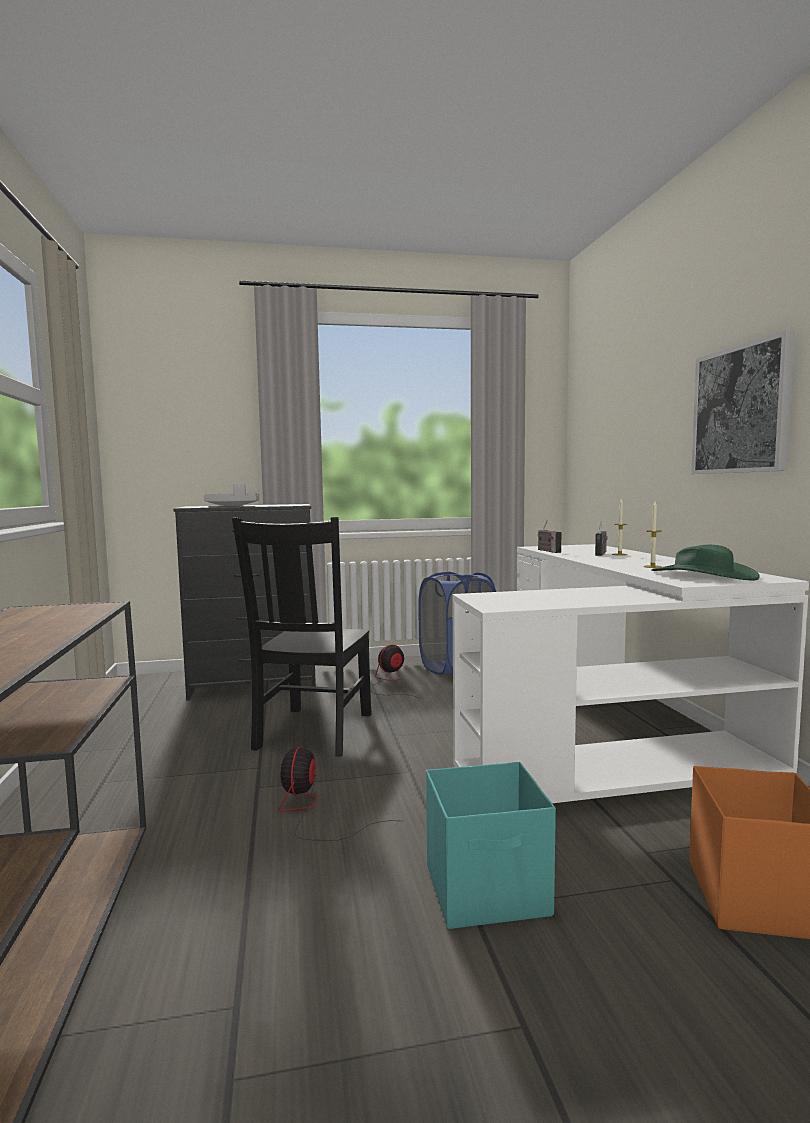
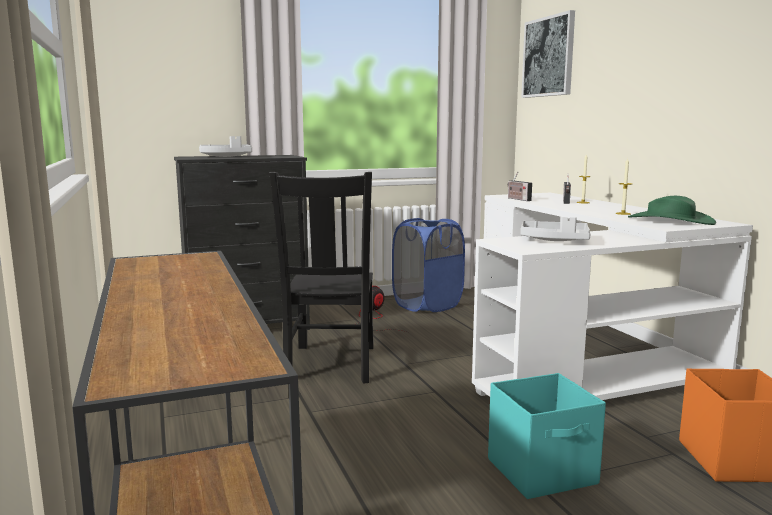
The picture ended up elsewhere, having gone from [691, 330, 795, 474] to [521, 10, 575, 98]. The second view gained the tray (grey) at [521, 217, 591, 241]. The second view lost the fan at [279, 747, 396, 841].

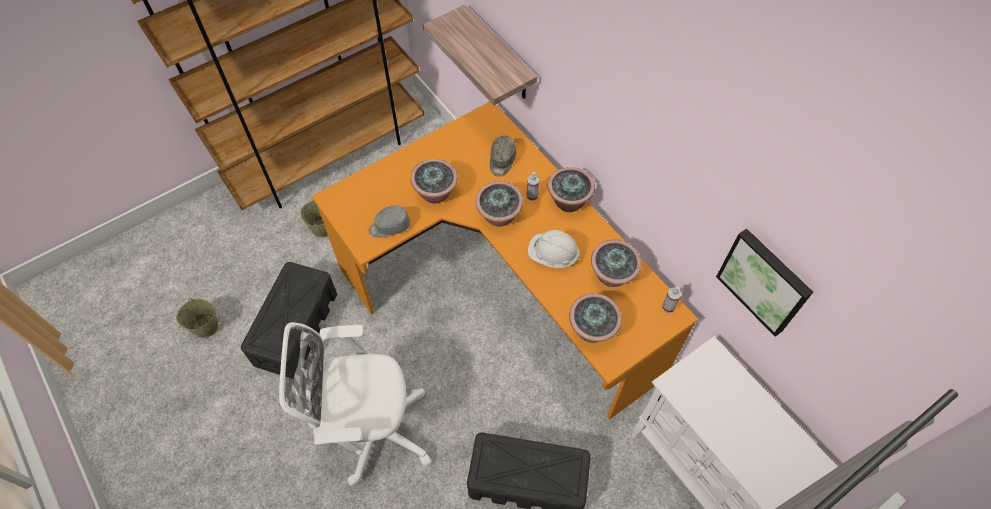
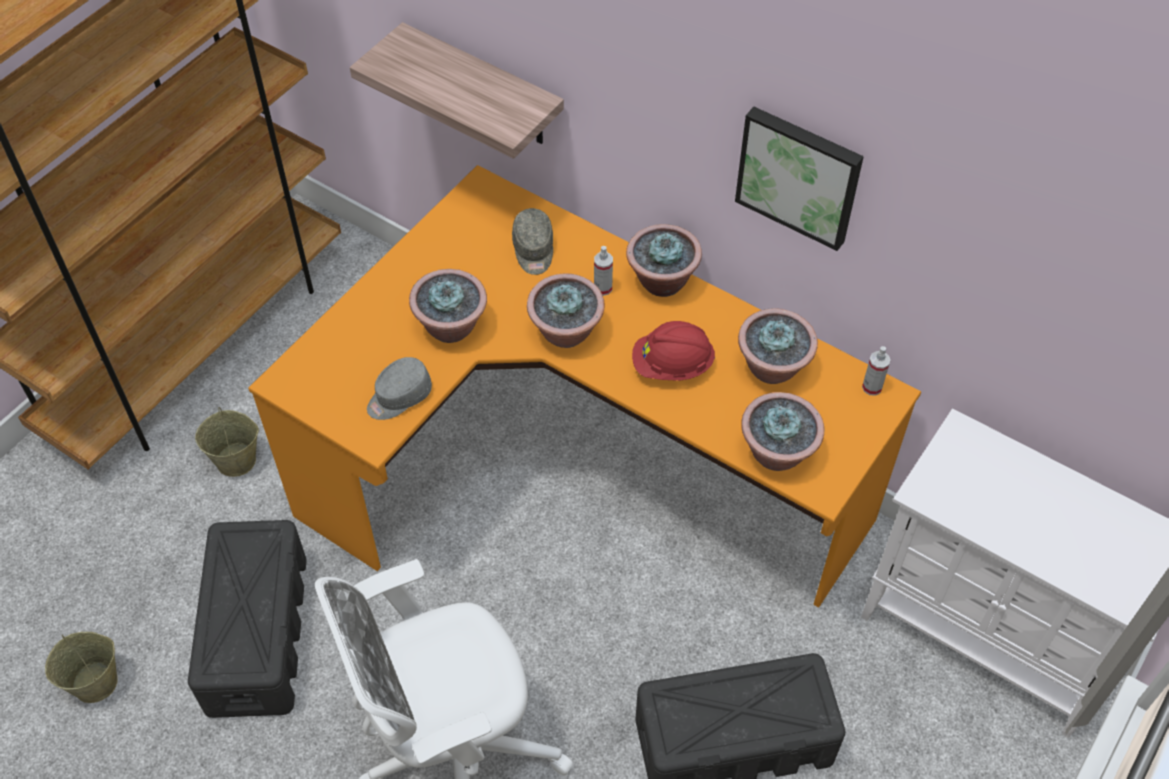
What was the hard hat (white) at [528, 230, 580, 268] turned into the hard hat (red) at [632, 321, 715, 381]. The picture ended up elsewhere, having gone from [716, 228, 813, 337] to [735, 107, 864, 251].

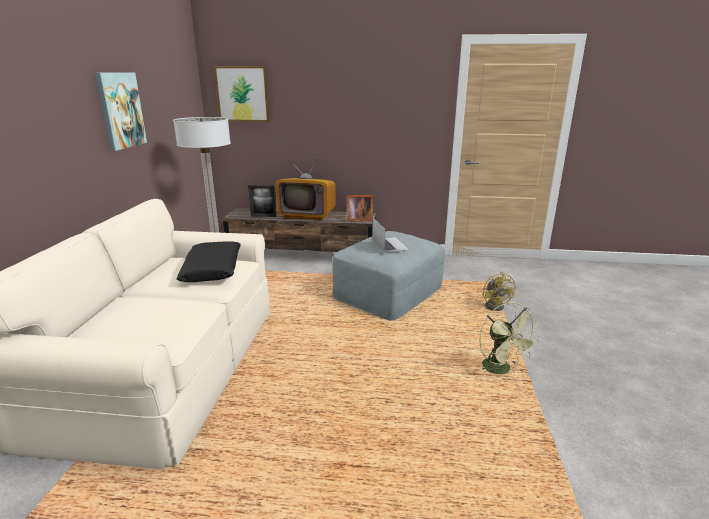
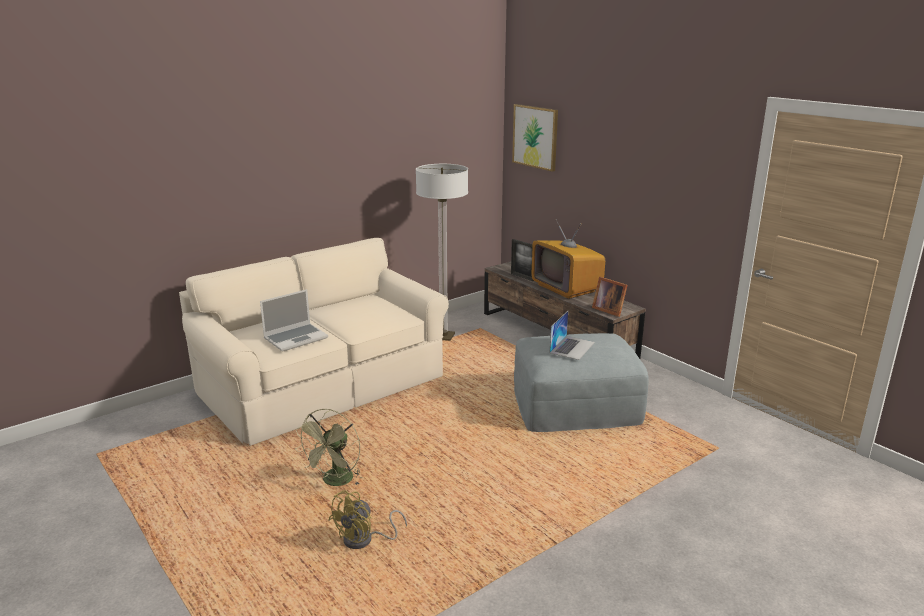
The second view gained the laptop at [260, 289, 328, 352]. The fan (green) ended up elsewhere, having gone from [479, 302, 539, 374] to [295, 409, 362, 486]. The fan (yellow) ended up elsewhere, having gone from [482, 272, 515, 311] to [328, 490, 407, 549]. The second view lost the picture at [95, 72, 147, 151]. The second view lost the pillow (black) at [177, 241, 241, 282].

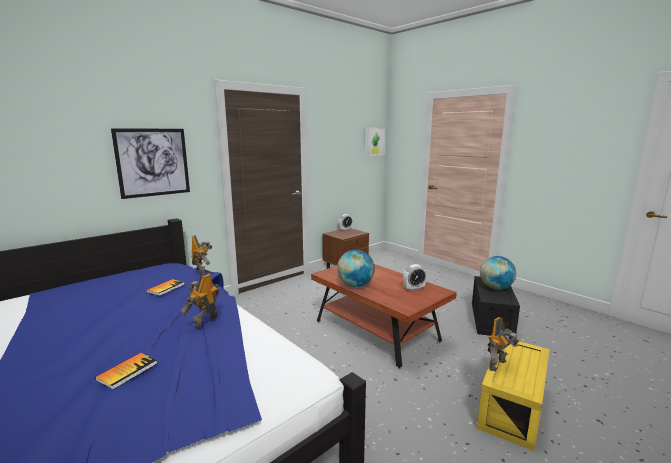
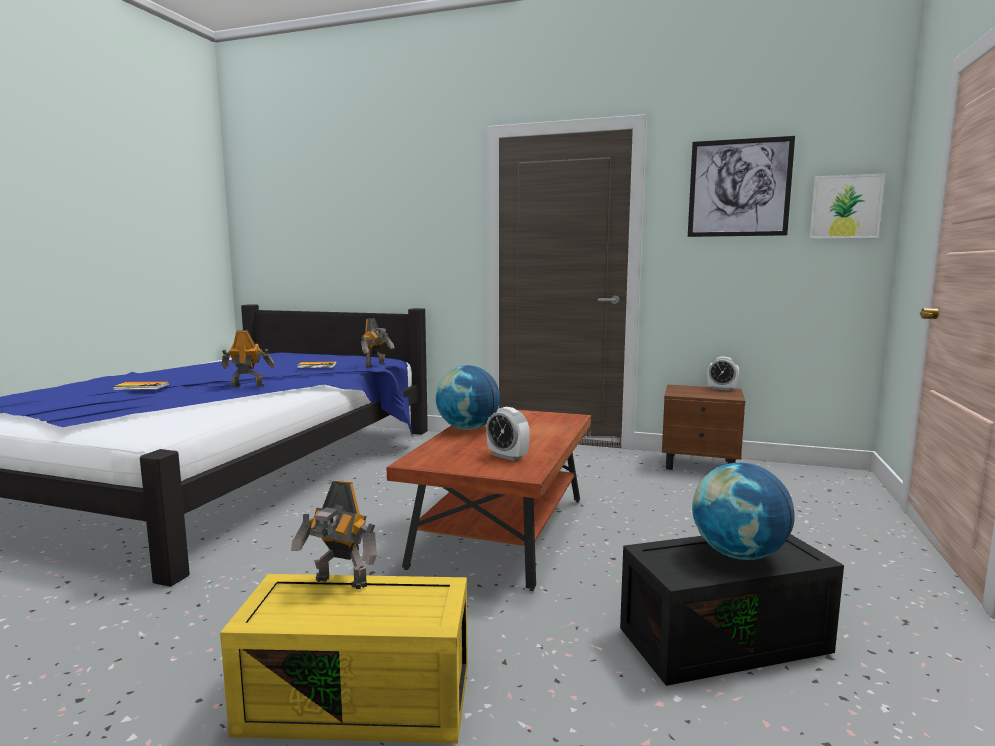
The picture ended up elsewhere, having gone from [111, 128, 190, 199] to [688, 136, 795, 237].

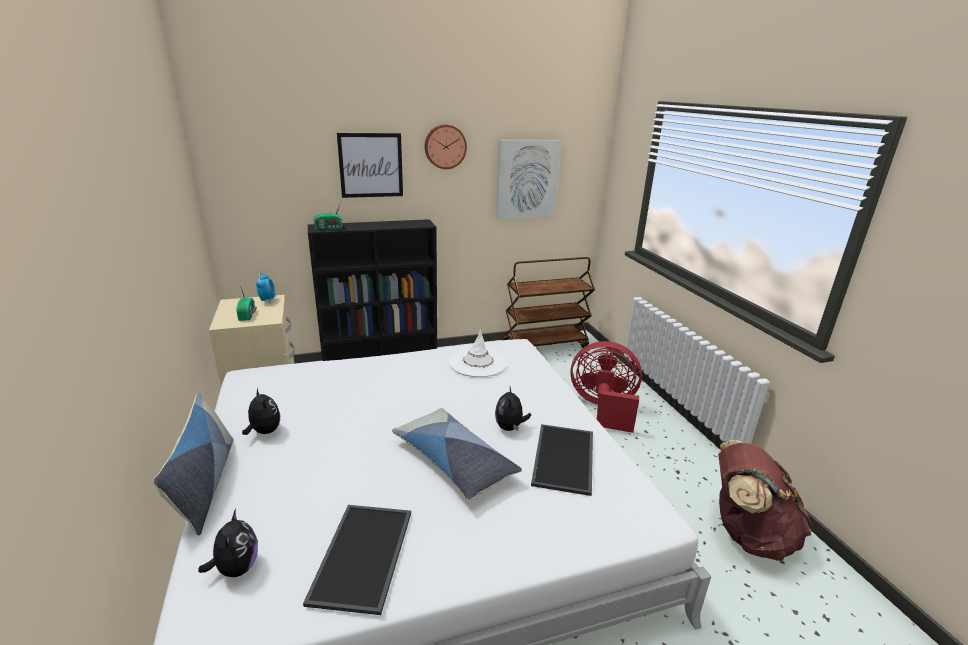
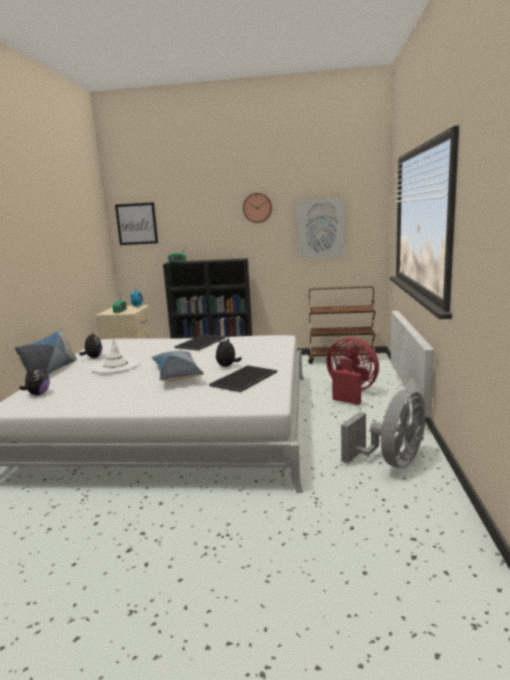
The hat (white) ended up elsewhere, having gone from [448, 329, 508, 377] to [90, 338, 140, 373]. The picture ended up elsewhere, having gone from [337, 133, 403, 198] to [115, 202, 158, 245]. The tray ended up elsewhere, having gone from [303, 505, 411, 615] to [174, 334, 226, 351]. Where the backpack (brown) stood at [718, 440, 811, 561], the fan (grey) came to stand at [341, 389, 425, 468].

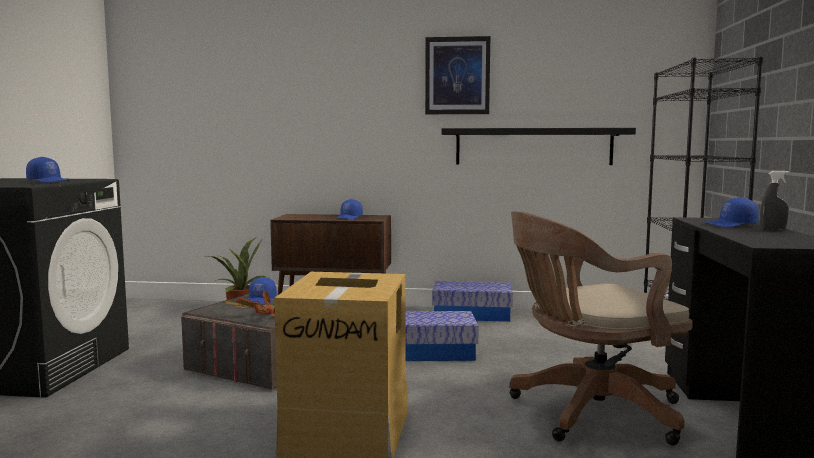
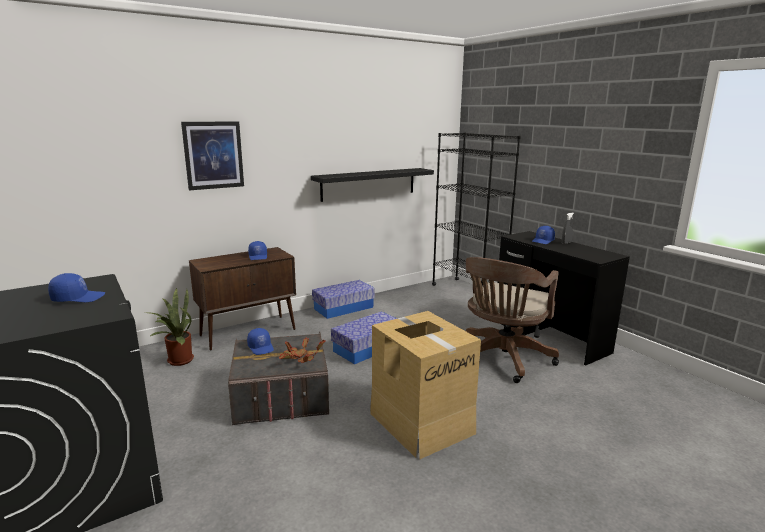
The picture ended up elsewhere, having gone from [425, 36, 490, 114] to [181, 122, 244, 190].

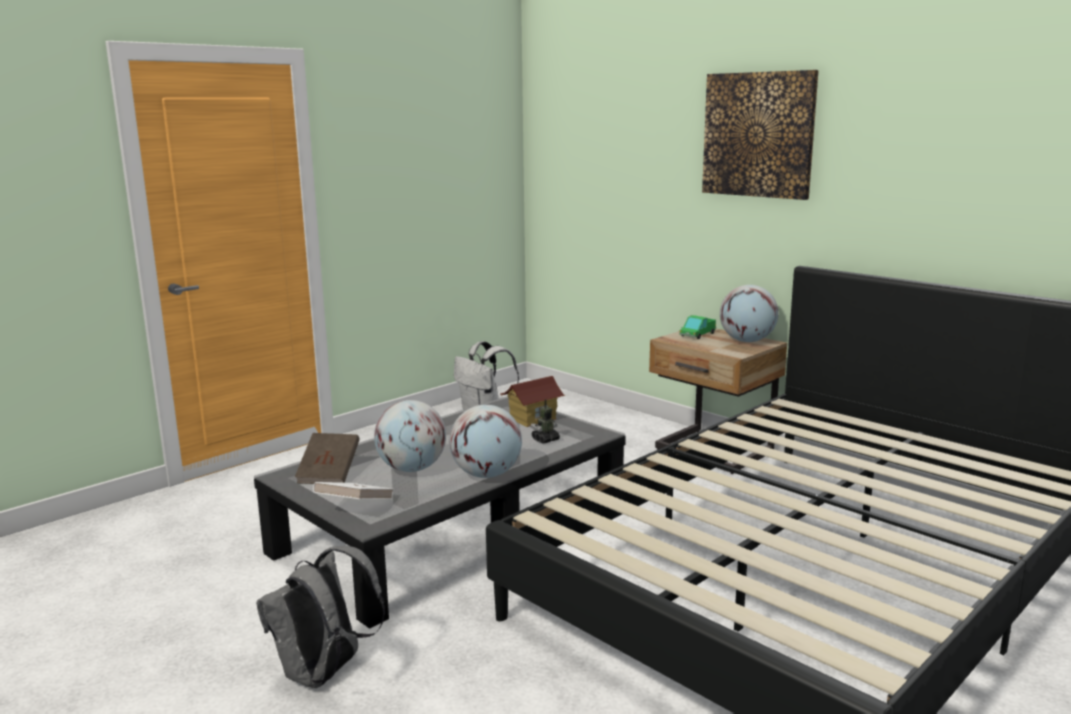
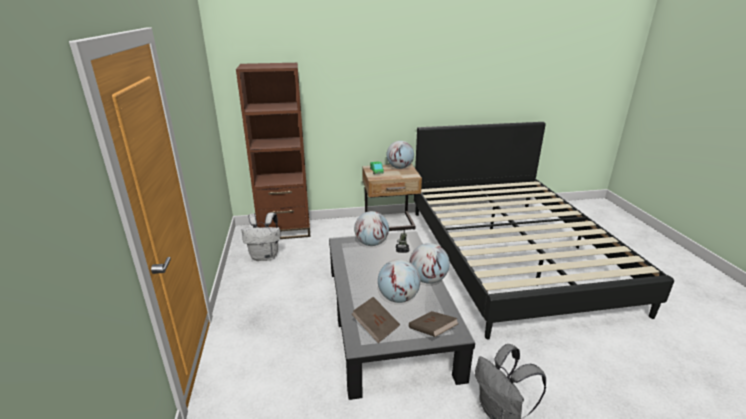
The second view gained the bookcase (brown) at [236, 63, 310, 239]. Where the toy house stood at [500, 376, 565, 427], the globe came to stand at [354, 211, 389, 246]. What was the book (white) at [313, 482, 394, 499] turned into the book (brown) at [409, 311, 458, 337]. The second view lost the picture at [702, 70, 819, 200].

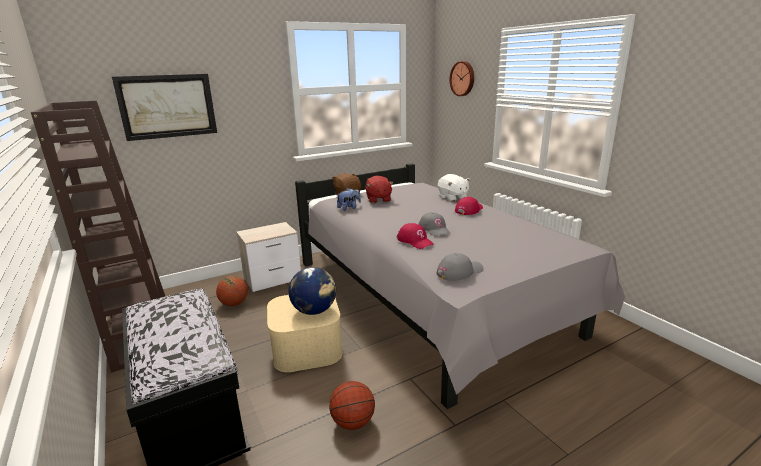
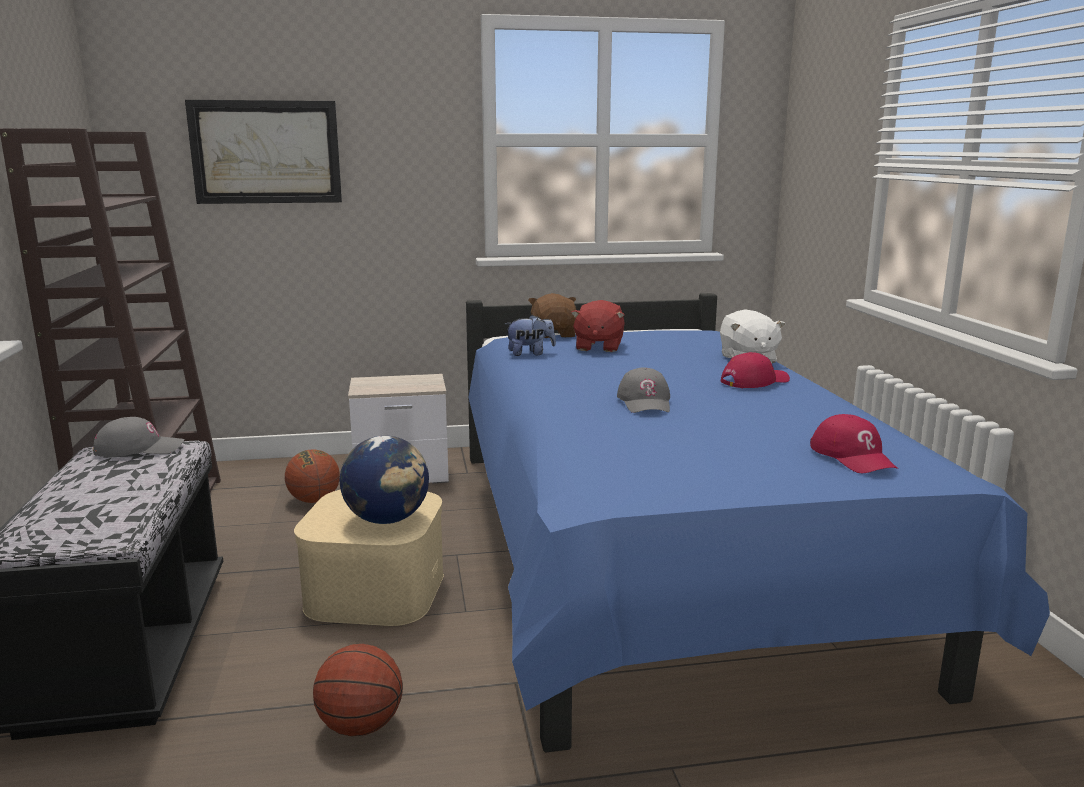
The cap (grey) ended up elsewhere, having gone from [437, 253, 483, 281] to [93, 417, 185, 457]. What was the bed (grey) at [295, 163, 625, 409] turned into the bed (blue) at [466, 293, 1050, 753]. The cap (red) ended up elsewhere, having gone from [397, 223, 434, 249] to [810, 414, 898, 473]. The second view lost the wall clock at [450, 61, 474, 96].

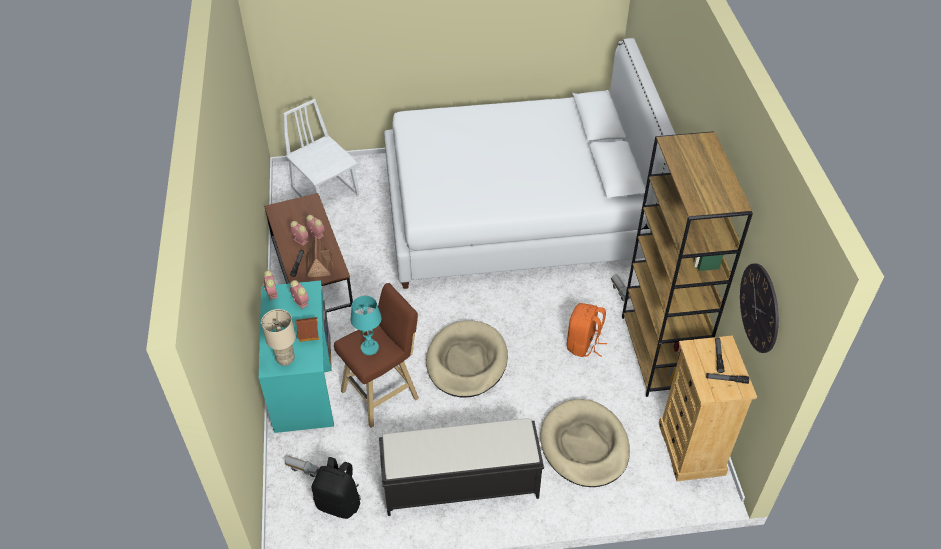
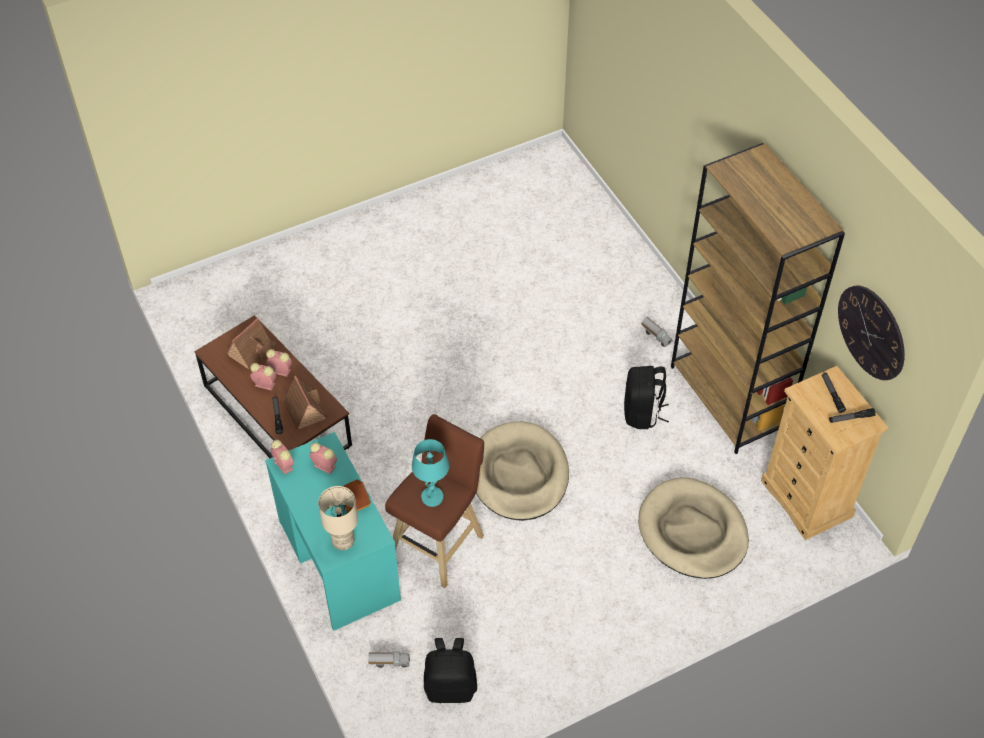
The second view gained the toy house at [226, 318, 277, 369]. What was the backpack (orange) at [567, 303, 607, 357] turned into the backpack (black) at [624, 366, 669, 429]. The second view lost the chair (white) at [283, 99, 359, 197]. The second view lost the bench (black) at [379, 418, 544, 516]. The second view lost the bed (white) at [384, 38, 676, 289].

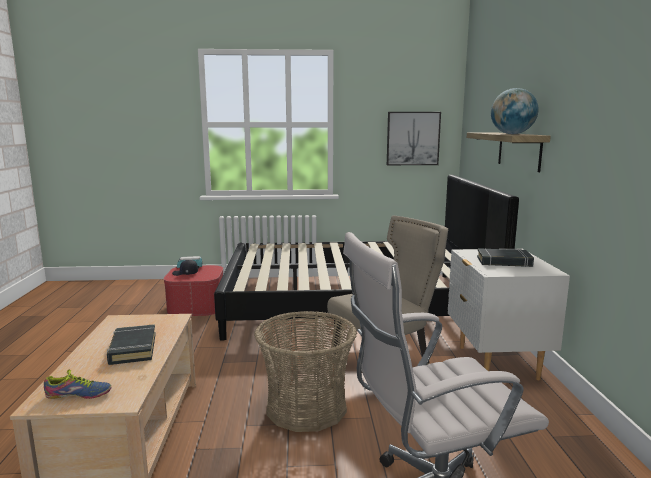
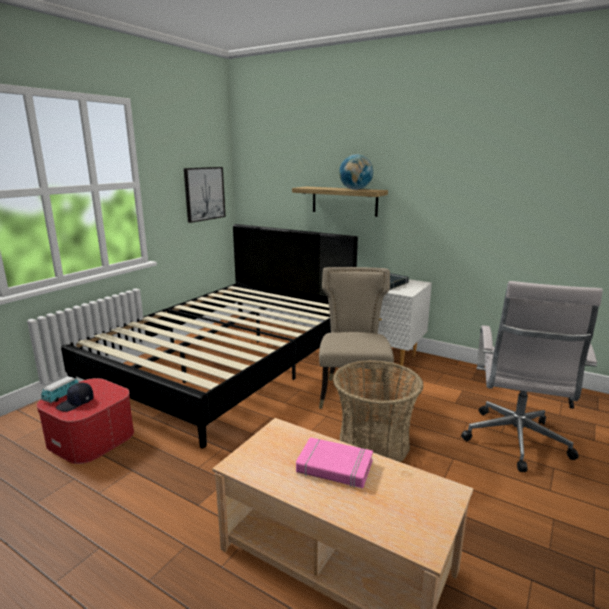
What was the book (black) at [107, 324, 156, 365] turned into the book (pink) at [296, 437, 373, 488]. The second view lost the shoe at [44, 369, 111, 399].

